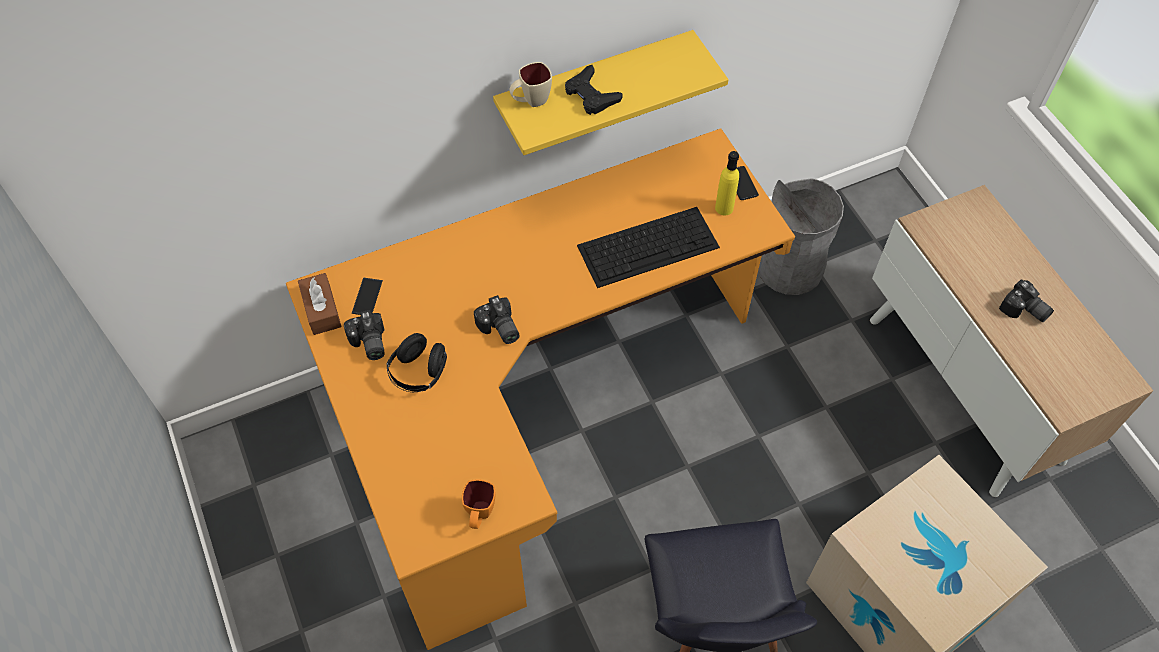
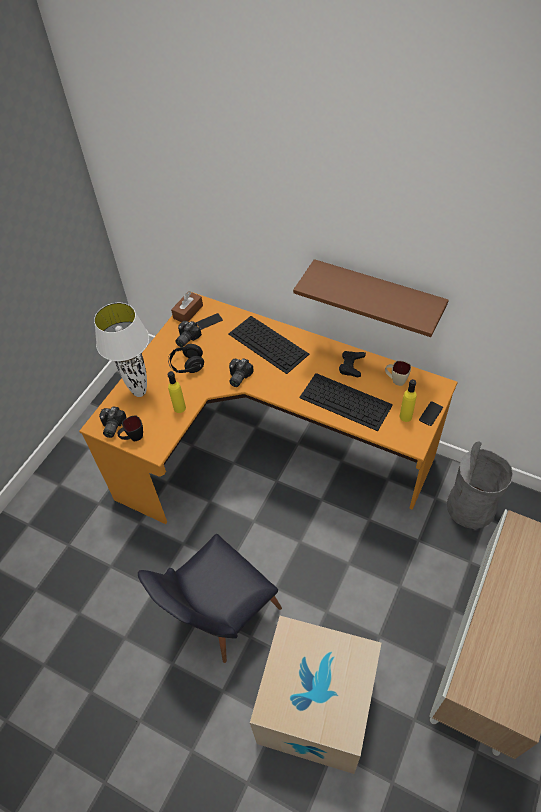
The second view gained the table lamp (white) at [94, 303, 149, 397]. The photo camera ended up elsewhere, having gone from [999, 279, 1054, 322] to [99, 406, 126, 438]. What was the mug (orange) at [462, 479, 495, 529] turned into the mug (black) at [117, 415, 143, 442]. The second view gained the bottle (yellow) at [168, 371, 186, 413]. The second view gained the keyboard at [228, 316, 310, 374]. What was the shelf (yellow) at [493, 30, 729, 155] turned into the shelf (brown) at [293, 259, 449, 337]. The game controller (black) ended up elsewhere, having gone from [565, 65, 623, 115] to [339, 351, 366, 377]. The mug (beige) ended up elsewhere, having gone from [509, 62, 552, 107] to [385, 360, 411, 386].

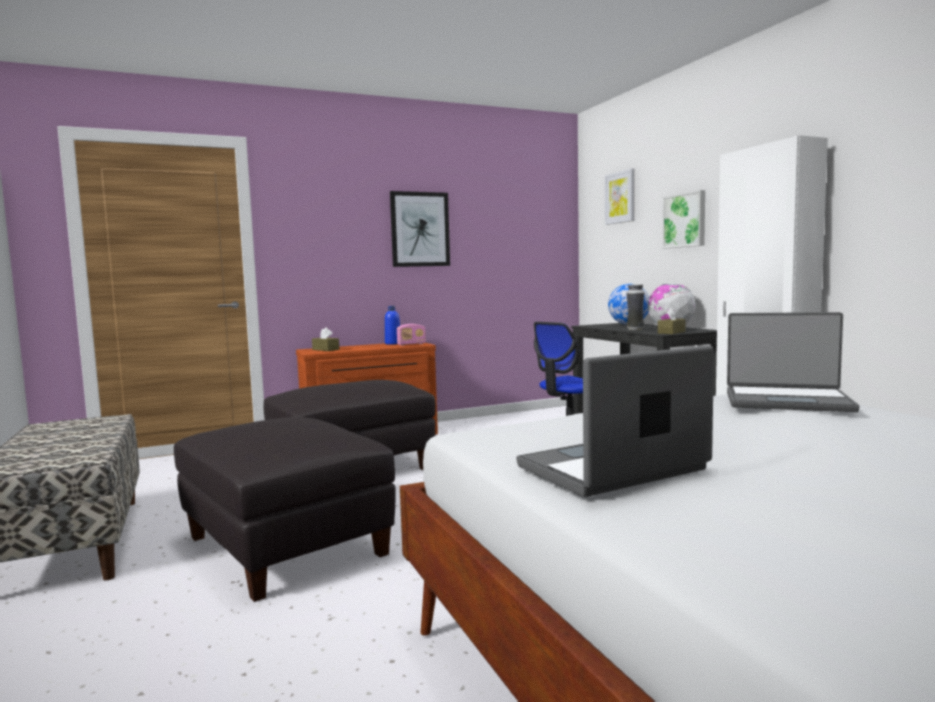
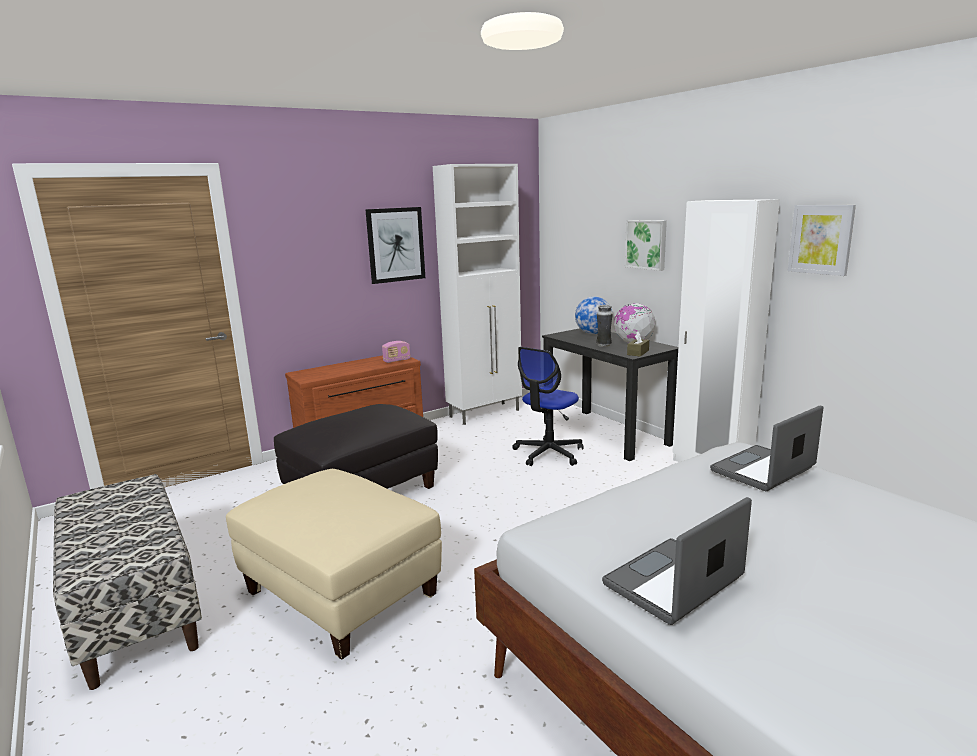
What was the ottoman (black) at [174, 417, 396, 602] turned into the ottoman (beige) at [226, 469, 442, 660]. The second view gained the cabinet (white) at [433, 164, 522, 425]. The laptop at [727, 312, 859, 412] ended up facing another way, 135 degrees clockwise from before. The picture ended up elsewhere, having gone from [605, 168, 635, 225] to [788, 205, 856, 276]. The second view lost the tissue box (brown) at [312, 327, 339, 351]. The second view lost the bottle (blue) at [385, 306, 400, 345].

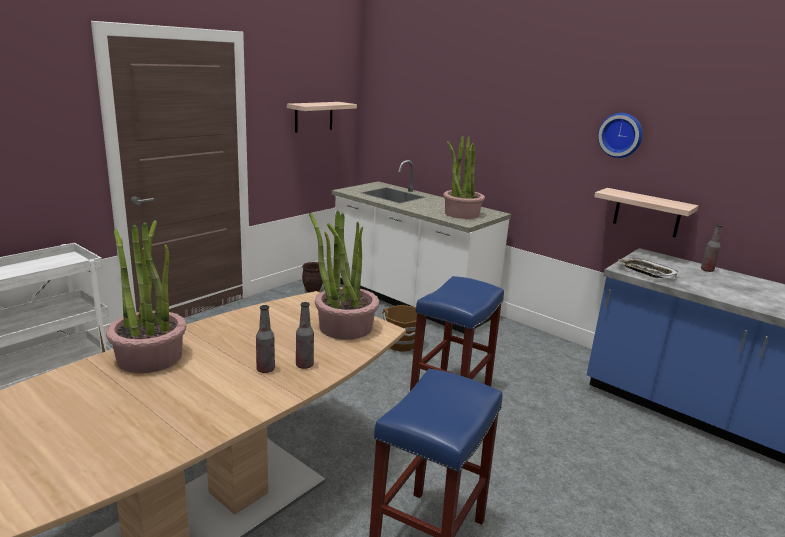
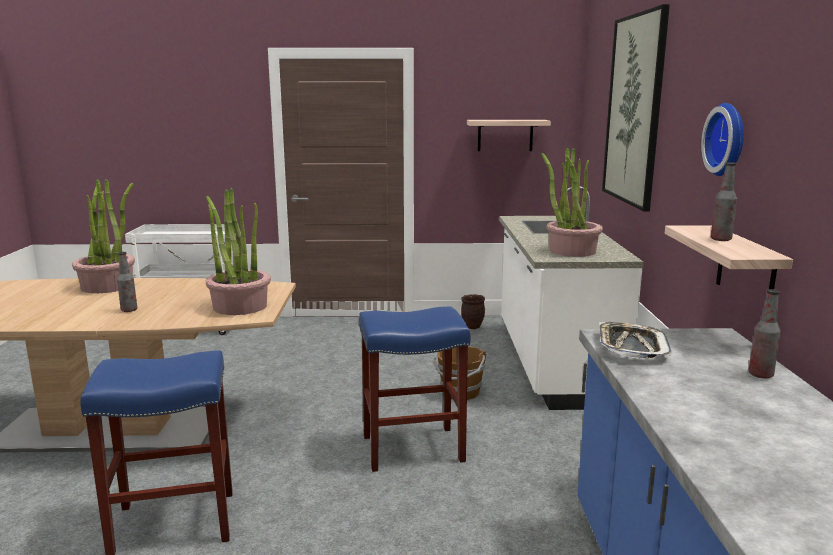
The second view gained the picture at [602, 4, 670, 212]. The bottle ended up elsewhere, having gone from [296, 302, 314, 369] to [710, 162, 737, 241].

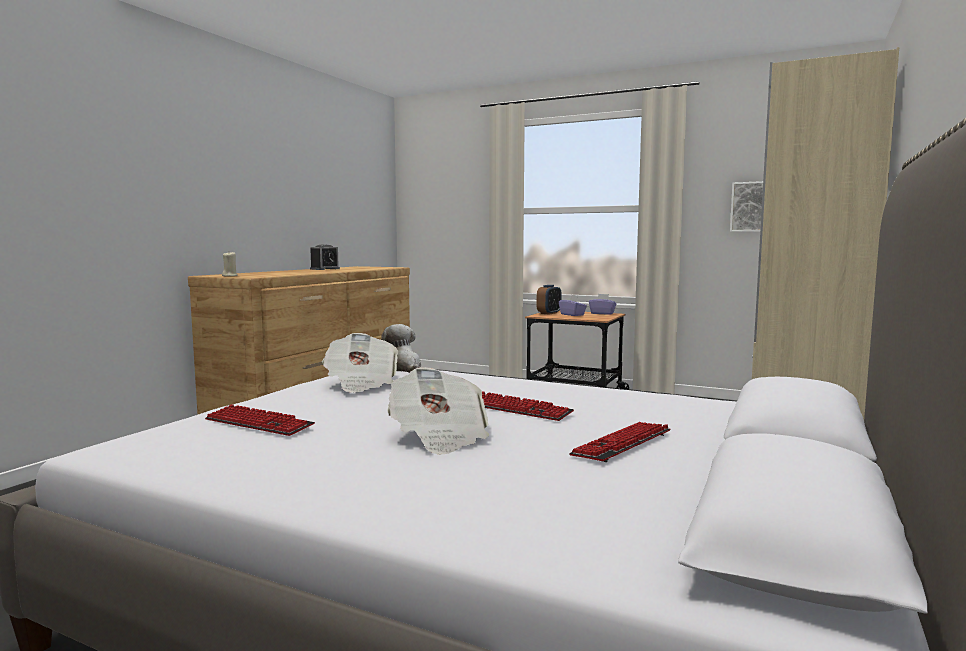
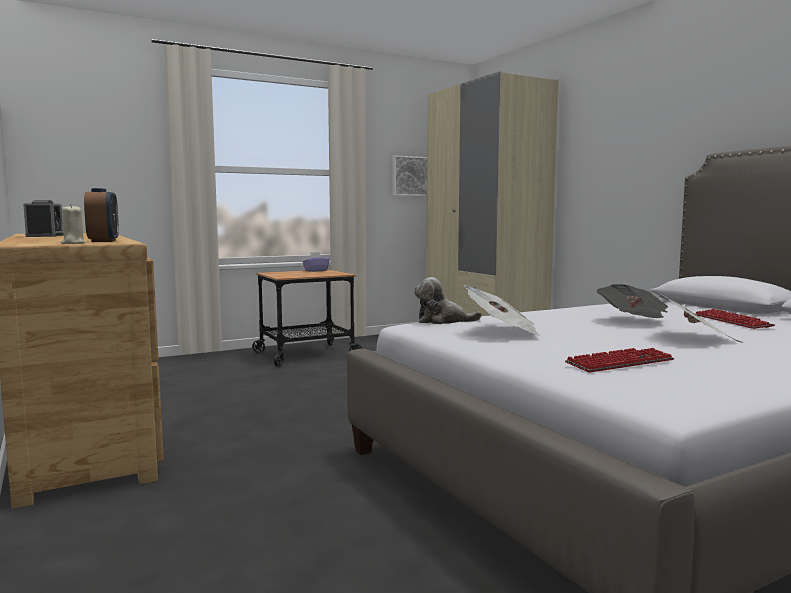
The alarm clock ended up elsewhere, having gone from [537, 285, 562, 315] to [84, 188, 119, 242]. Where the keyboard stood at [482, 391, 574, 421], the newspaper came to stand at [596, 284, 668, 318]. The second view lost the tissue box (purple) at [559, 295, 587, 316].

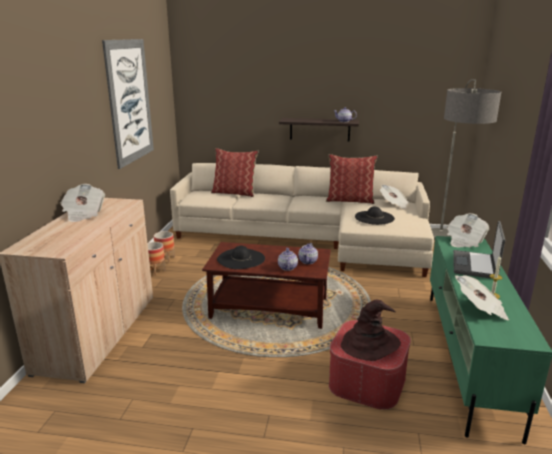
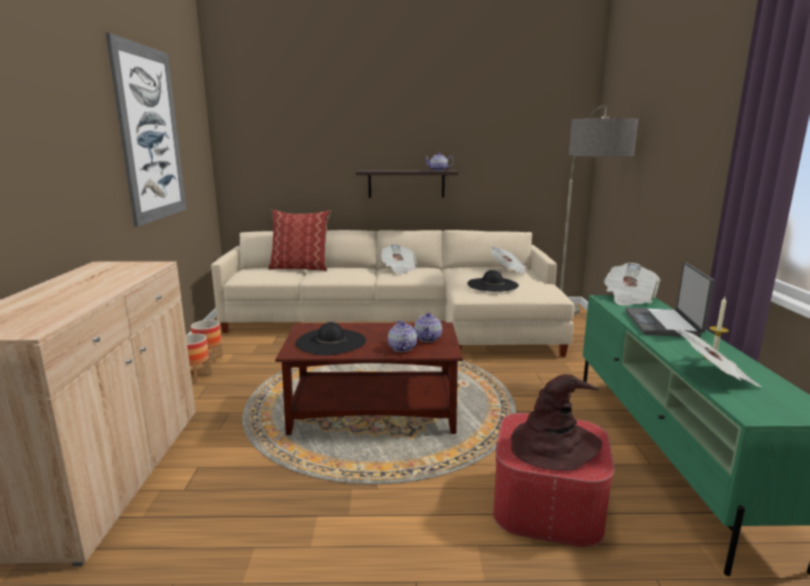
The newspaper ended up elsewhere, having gone from [60, 184, 105, 222] to [381, 244, 417, 274]. The second view lost the pillow at [326, 154, 378, 204].

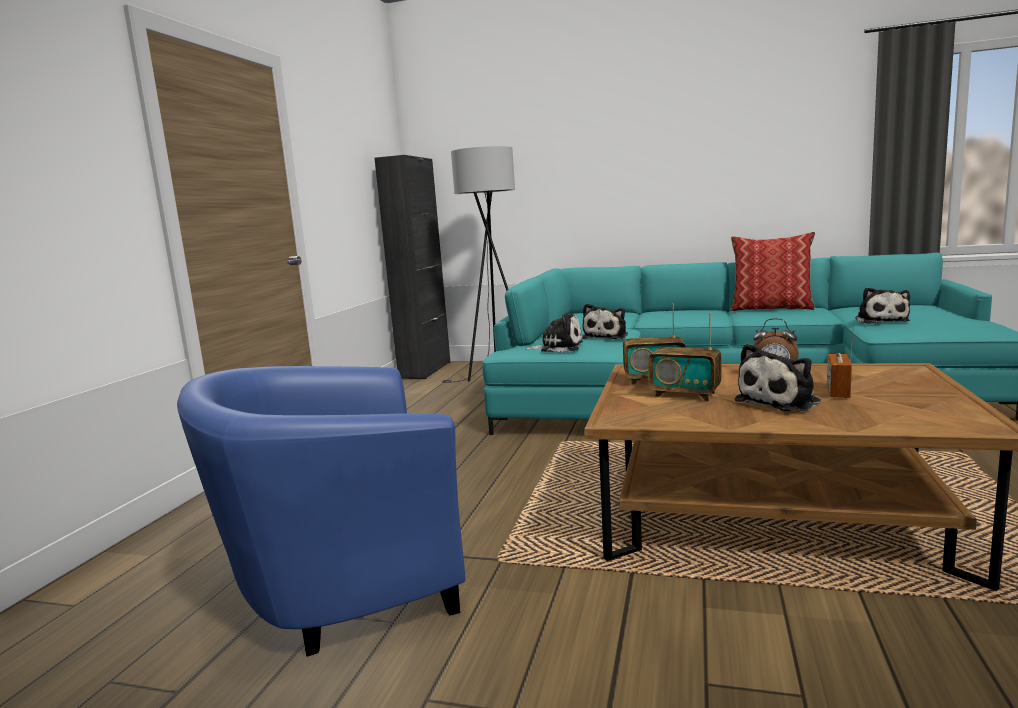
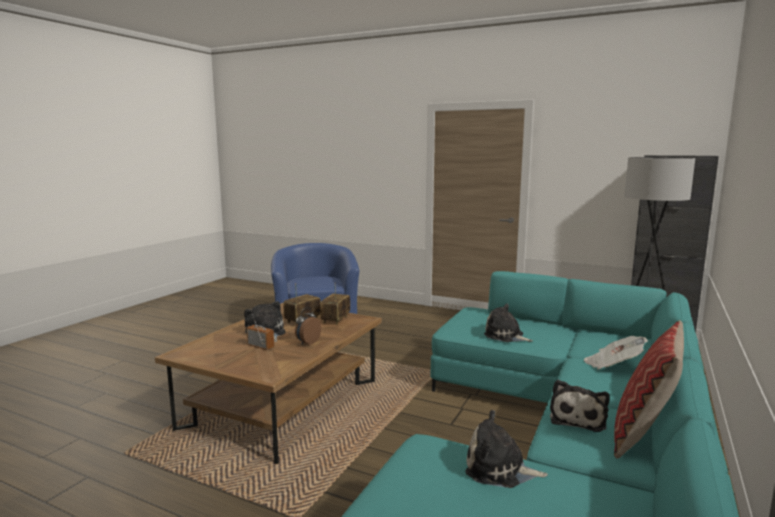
The plush toy ended up elsewhere, having gone from [525, 313, 583, 353] to [550, 380, 609, 432]. The second view gained the newspaper at [583, 336, 648, 370].

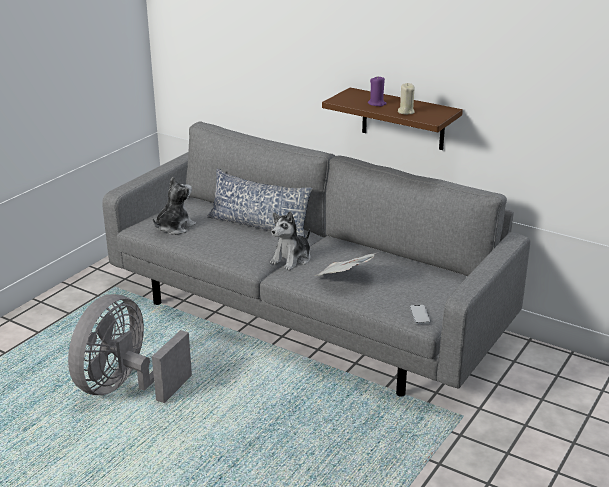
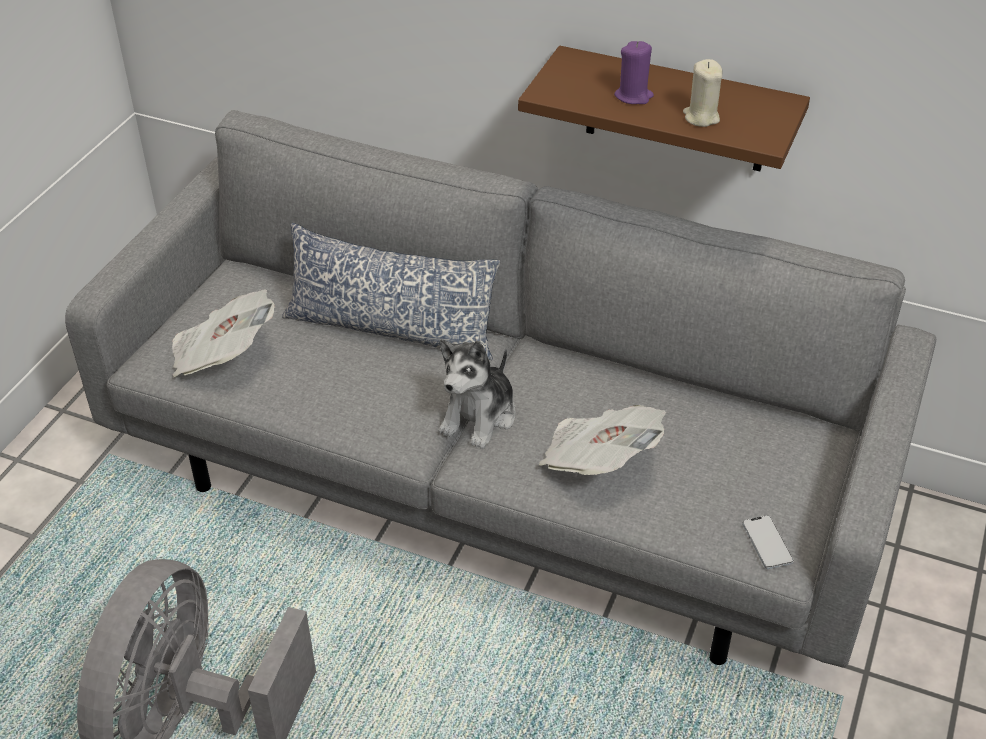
Where the plush toy stood at [153, 176, 196, 235], the newspaper came to stand at [172, 289, 275, 377].

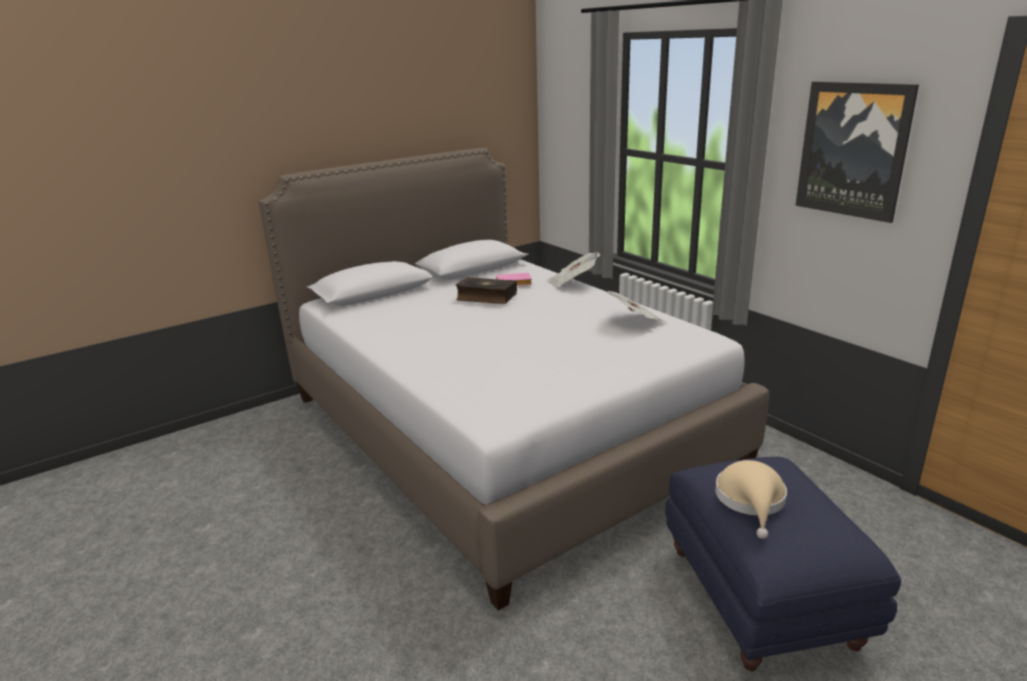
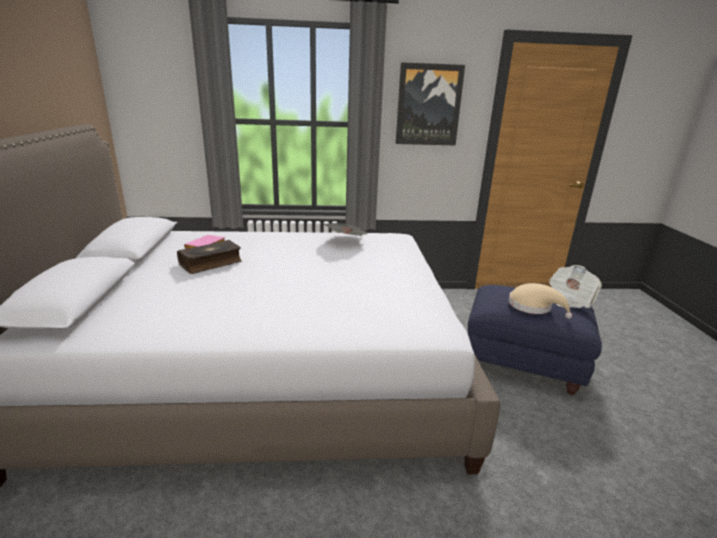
The newspaper ended up elsewhere, having gone from [547, 252, 600, 287] to [549, 265, 602, 308].

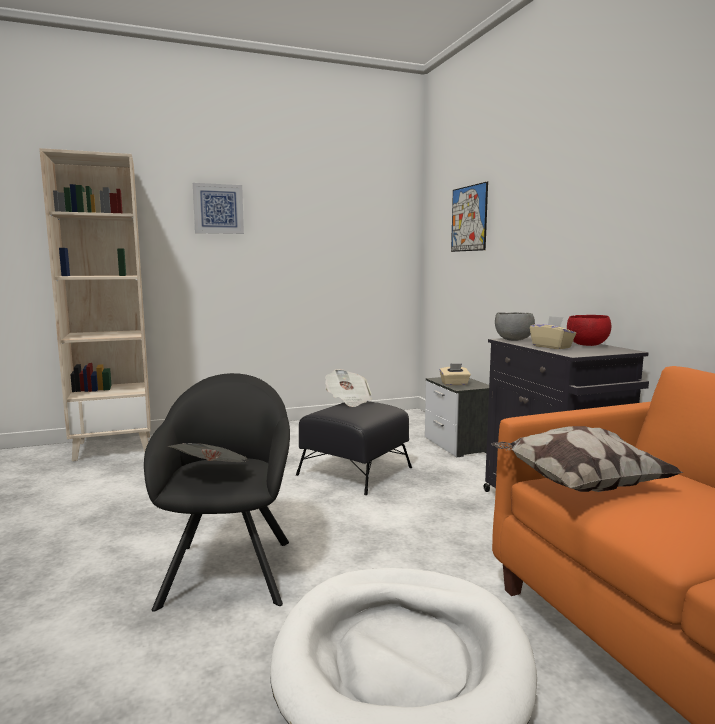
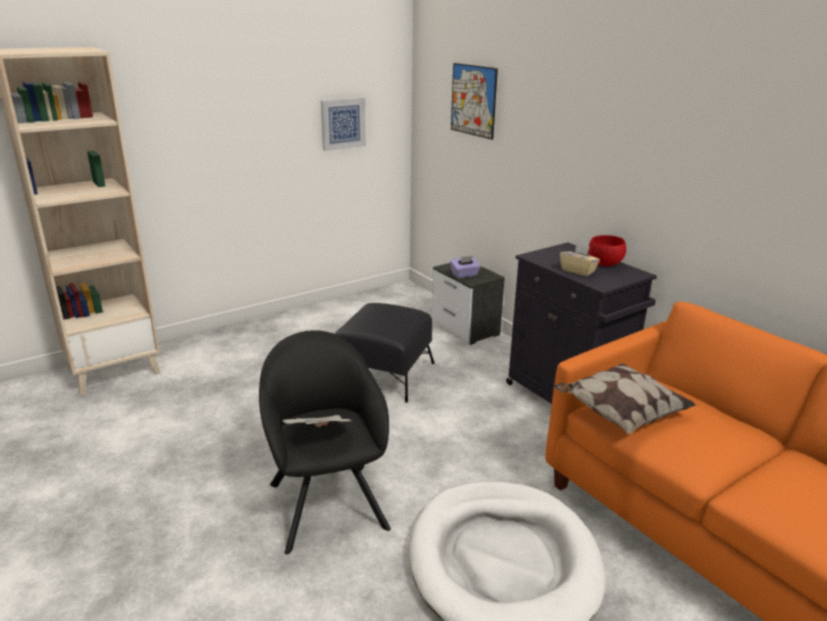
The picture ended up elsewhere, having gone from [193, 183, 244, 234] to [321, 97, 366, 151]. What was the tissue box (beige) at [440, 363, 471, 386] turned into the tissue box (purple) at [450, 256, 481, 278]. The second view lost the newspaper at [325, 369, 372, 407]. The second view lost the bowl (grey) at [495, 312, 535, 341].

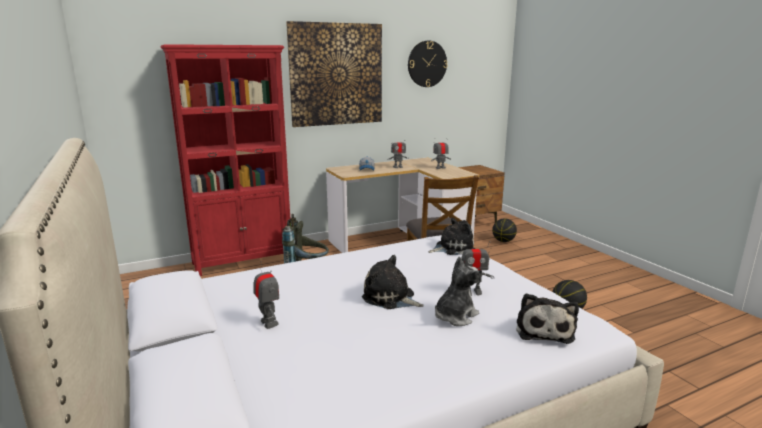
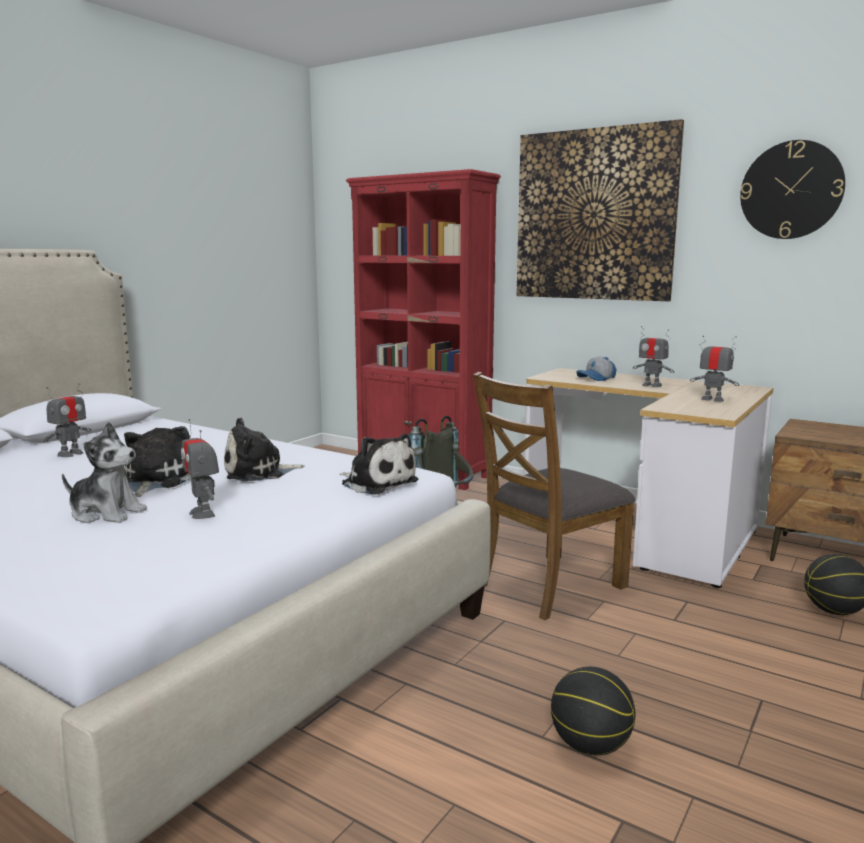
The plush toy ended up elsewhere, having gone from [516, 293, 579, 344] to [224, 418, 305, 482].

